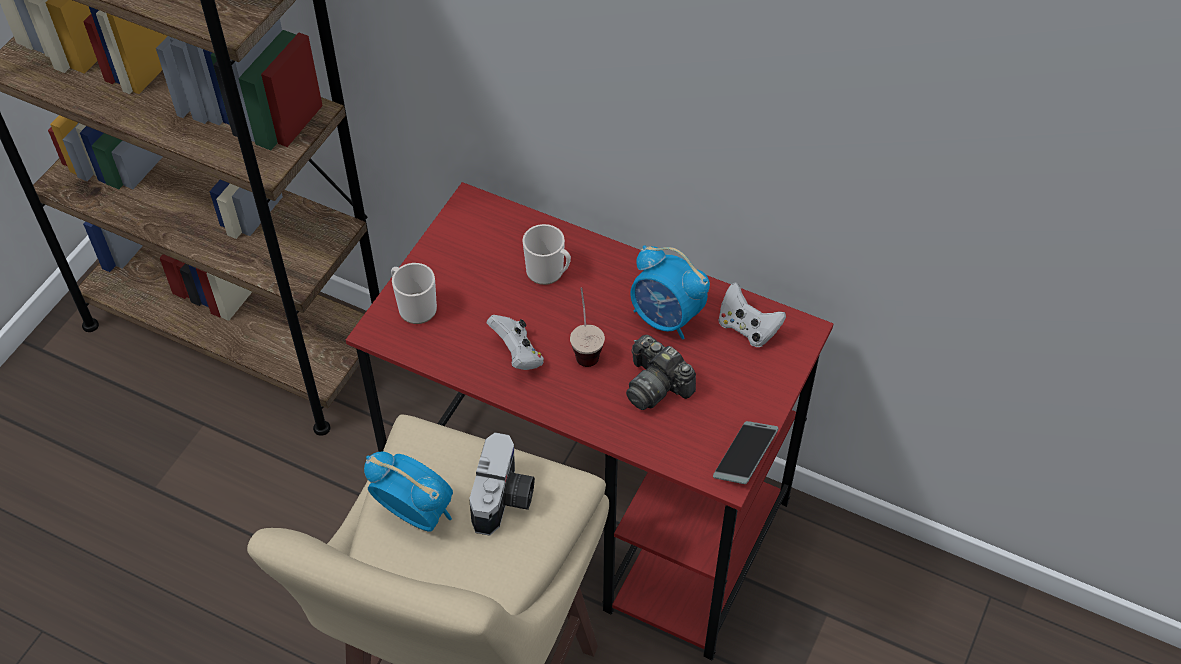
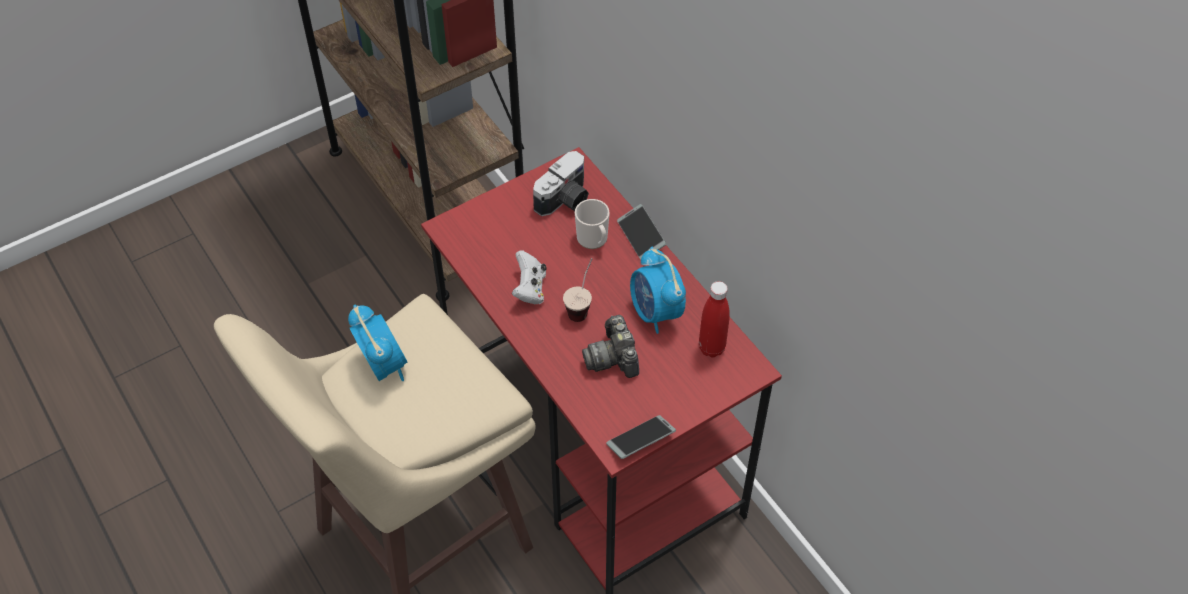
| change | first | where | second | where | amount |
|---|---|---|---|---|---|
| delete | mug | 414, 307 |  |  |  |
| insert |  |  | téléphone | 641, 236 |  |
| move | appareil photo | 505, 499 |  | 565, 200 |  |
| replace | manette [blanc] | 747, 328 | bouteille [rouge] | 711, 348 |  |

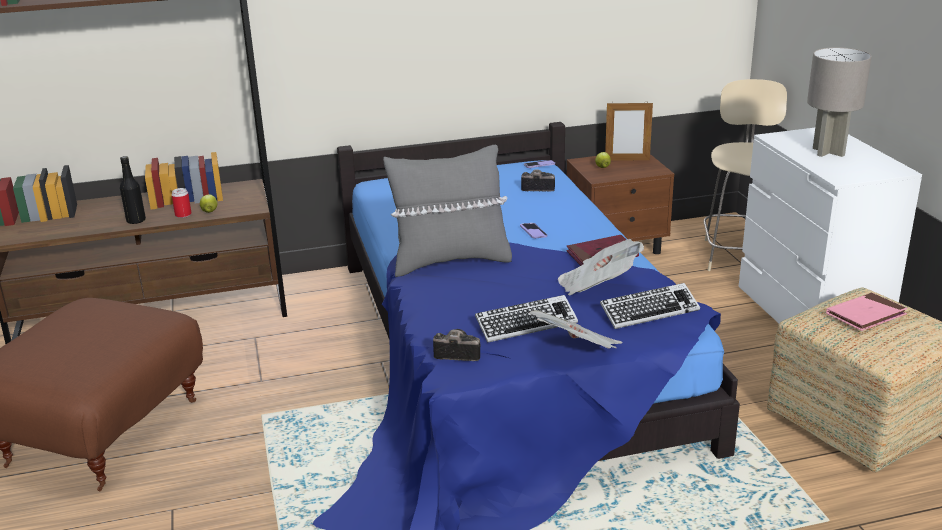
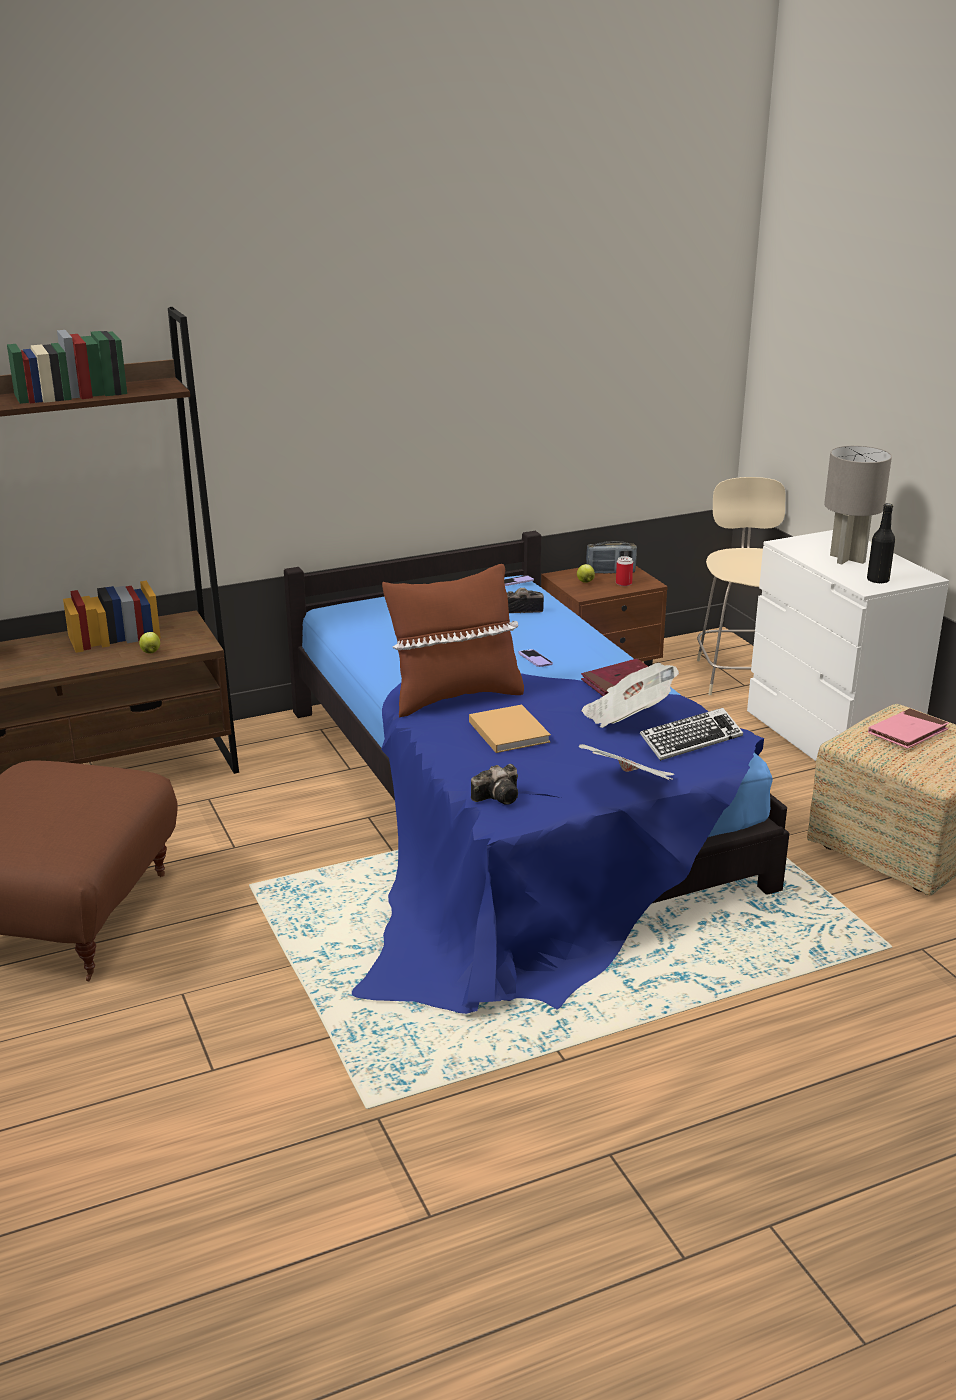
| change | first | where | second | where | amount |
|---|---|---|---|---|---|
| delete | clavier | 526, 324 |  |  |  |
| insert |  |  | livre [beige] | 508, 730 |  |
| move | bouteille [noir] | 136, 221 |  | 878, 580 |  |
| move | boîte métallique | 183, 215 |  | 623, 583 |  |
| replace | cadre photo | 627, 160 | radio | 610, 572 |  |
| recolor | coussin [gris] | 450, 261 | coussin [marron] | 454, 697 |  |
| rotate | appareil photo | 455, 354 |  | 500, 796 | 150 degrees clockwise |

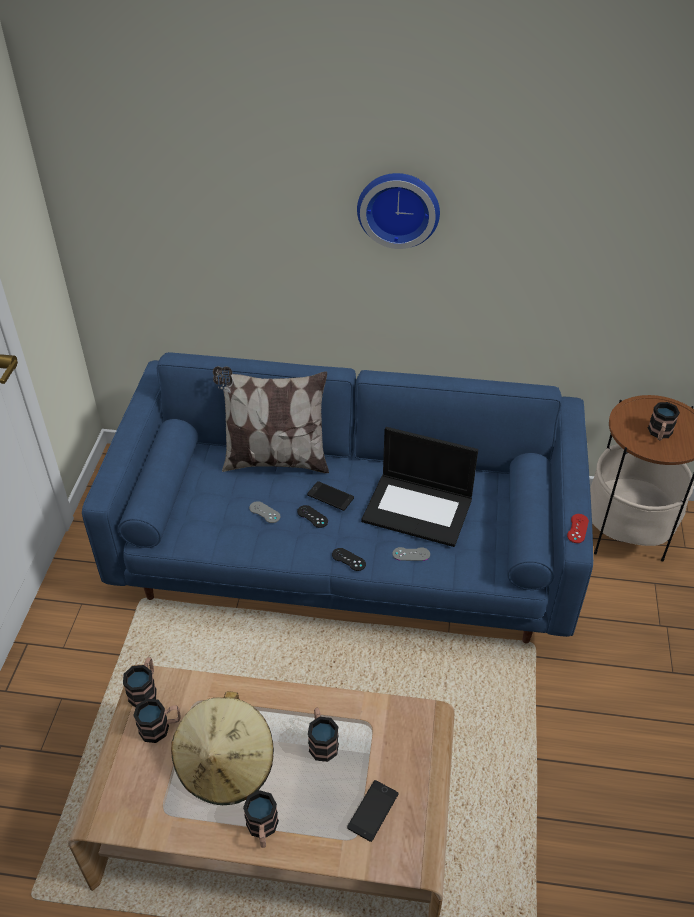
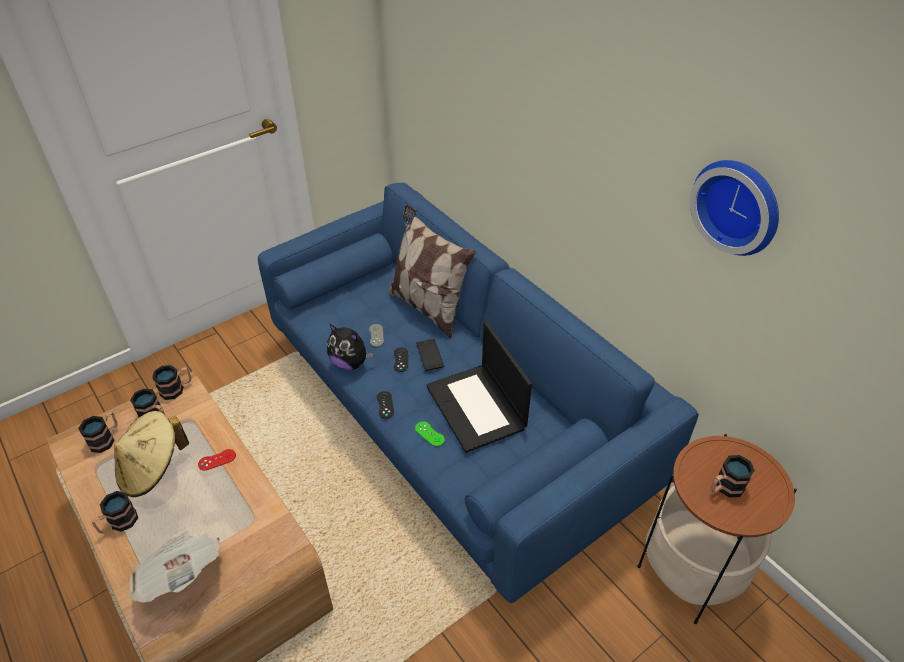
| change | first | where | second | where | amount |
|---|---|---|---|---|---|
| insert |  |  | peluche | 350, 363 |  |
| move | mug | 322, 741 |  | 106, 439 |  |
| move | horloge murale | 399, 208 |  | 738, 205 |  |
| move | manette [rouge] | 577, 528 |  | 217, 460 |  |
| replace | téléphone | 373, 810 | journal | 181, 574 |  |
| recolor | manette [gris] | 411, 554 | manette [vert] | 429, 434 |  |

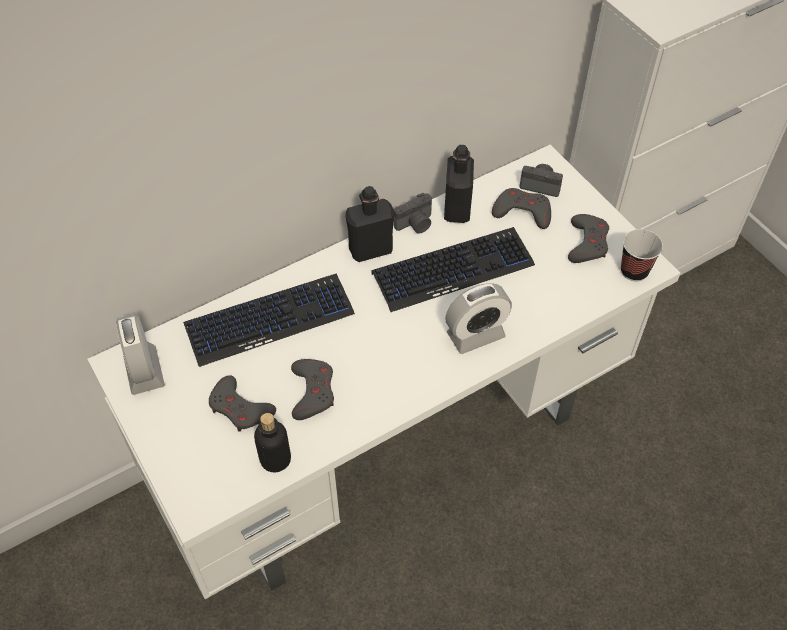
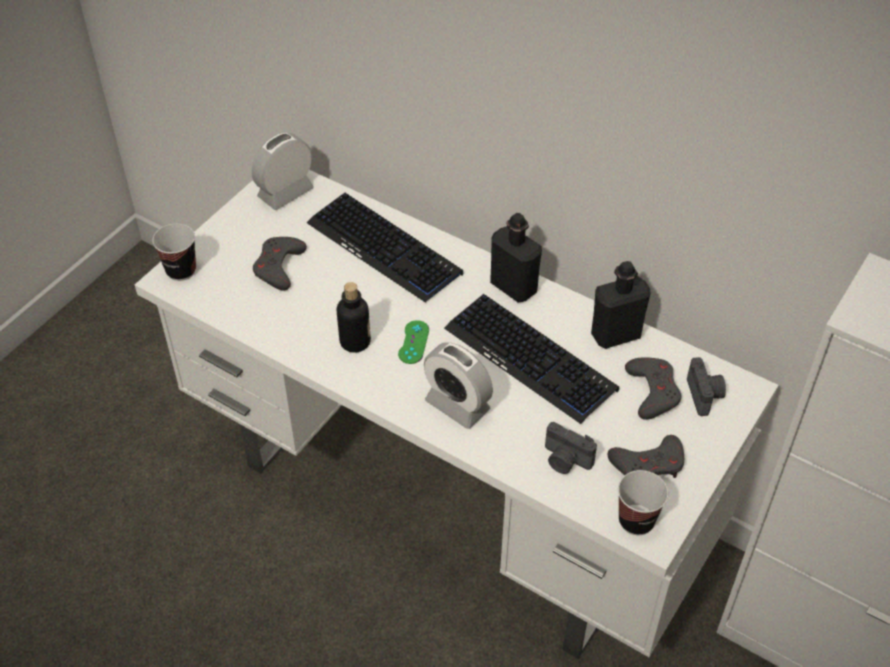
| change | first | where | second | where | amount |
|---|---|---|---|---|---|
| delete | manette [gris] | 312, 391 |  |  |  |
| insert |  |  | tasse | 181, 270 |  |
| insert |  |  | manette [vert] | 413, 342 |  |
| move | bouteille | 275, 459 |  | 355, 342 |  |
| move | appareil photo | 415, 224 |  | 565, 460 |  |

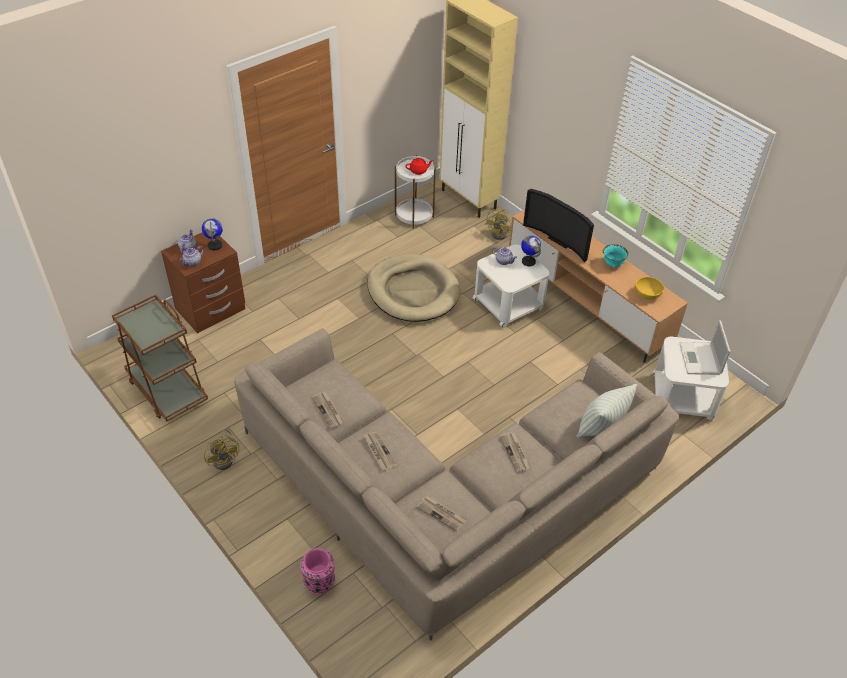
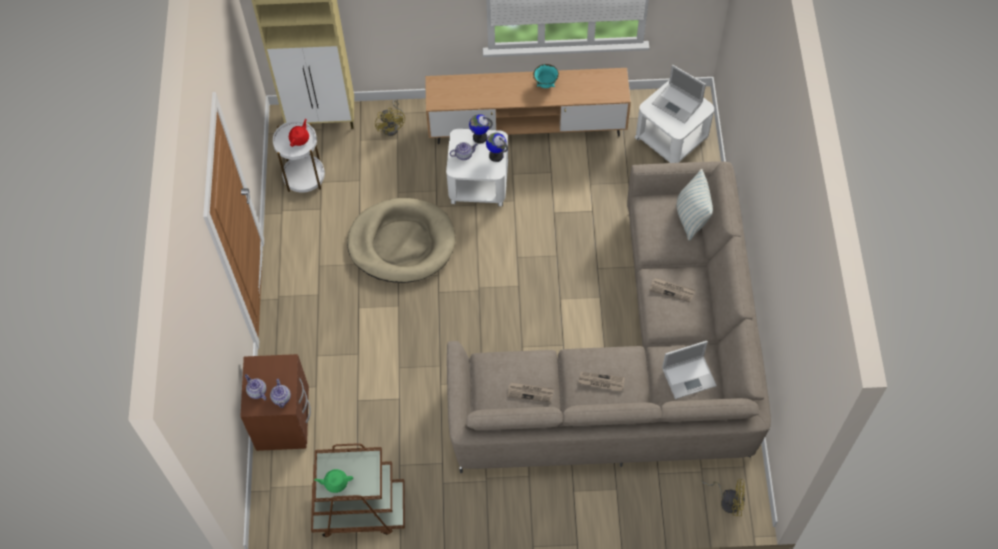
| change | first | where | second | where | amount |
|---|---|---|---|---|---|
| delete | vase [rose] | 319, 582 |  |  |  |
| delete | téléviseur | 560, 240 |  |  |  |
| delete | bol [jaune] | 647, 294 |  |  |  |
| insert |  |  | théière [vert] | 335, 483 |  |
| move | globe | 215, 245 |  | 496, 155 |  |
| move | ventilateur [jaune] | 225, 459 |  | 727, 500 |  |
| replace | journal | 442, 514 | ordinateur portable | 690, 376 |  |

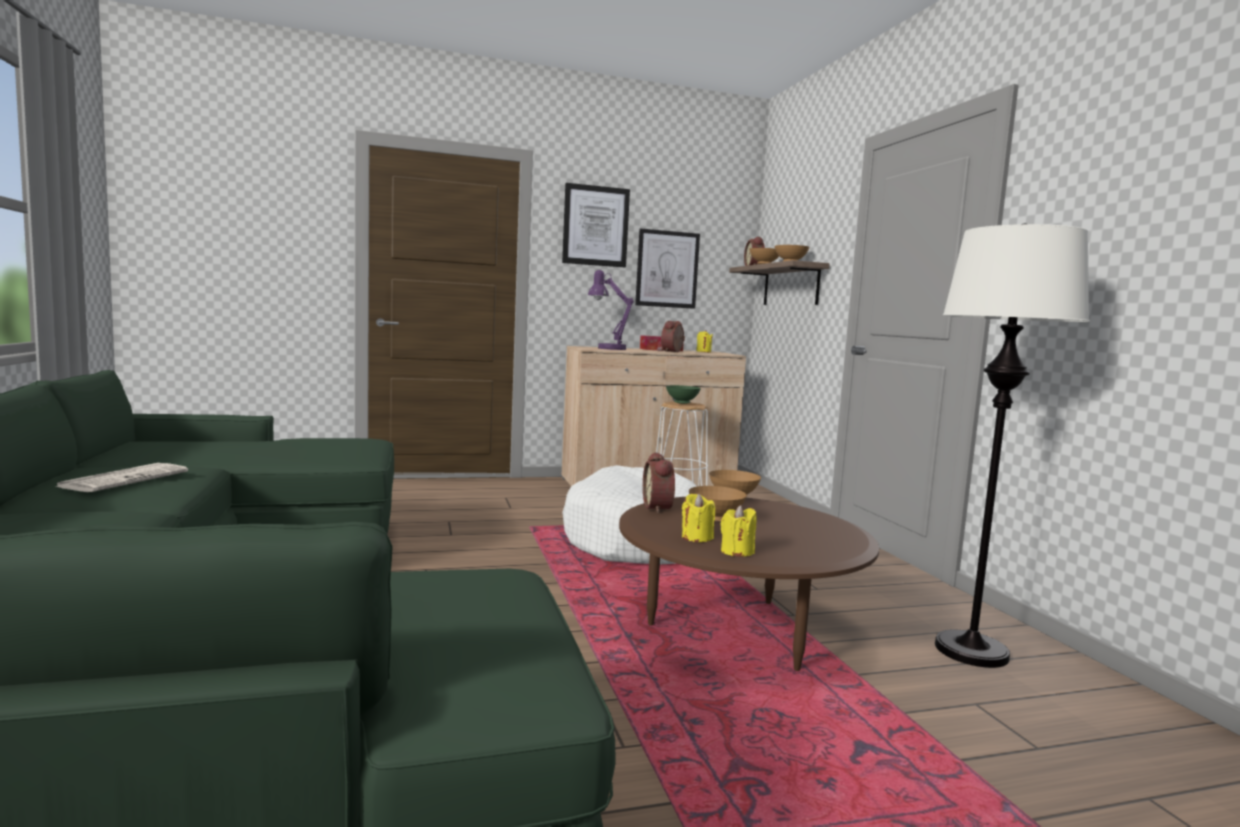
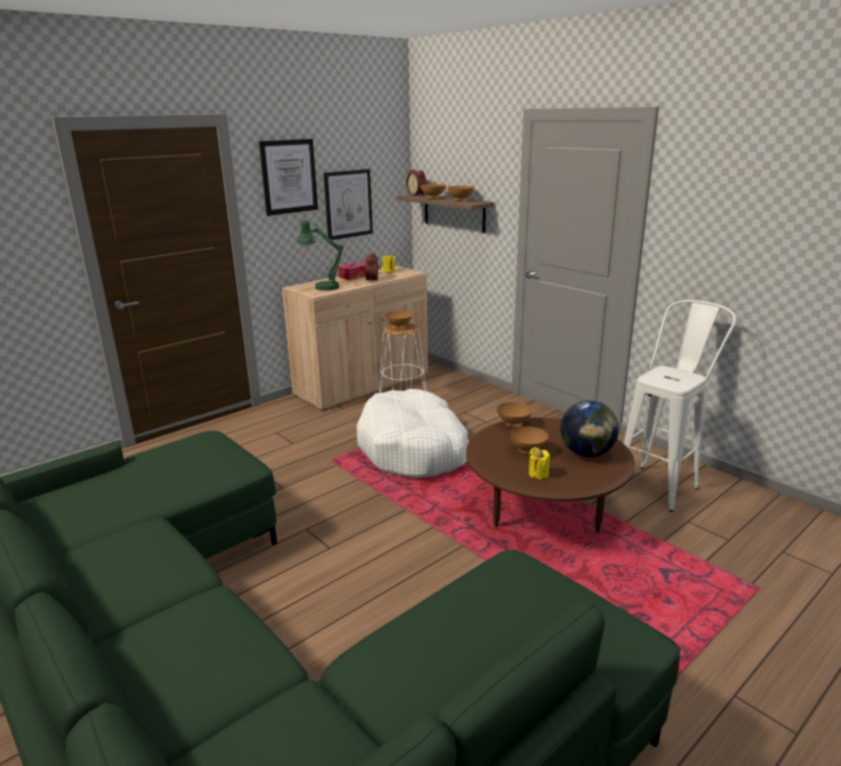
| change | first | where | second | where | amount |
|---|---|---|---|---|---|
| delete | journal | 125, 479 |  |  |  |
| delete | réveil | 660, 508 |  |  |  |
| delete | bougie [jaune] | 737, 552 |  |  |  |
| insert |  |  | globe | 587, 453 |  |
| replace | lampadaire [blanc] | 972, 651 | tabouret [blanc] | 662, 483 |  |
| recolor | lampe de table [violet] | 607, 348 | lampe de table [vert] | 322, 287 |  |
| recolor | bol [vert] | 682, 403 | bol [marron] | 399, 327 |  |

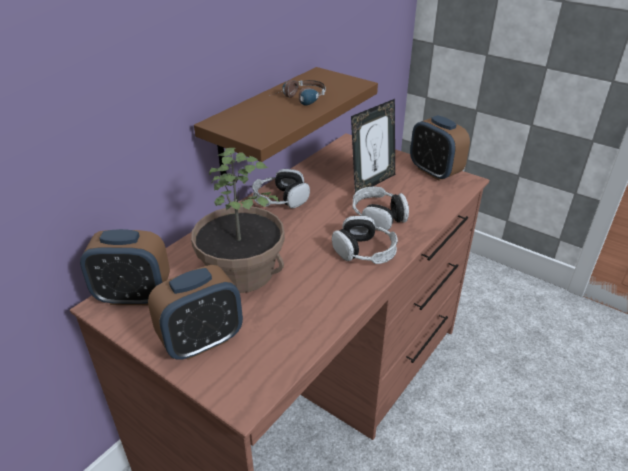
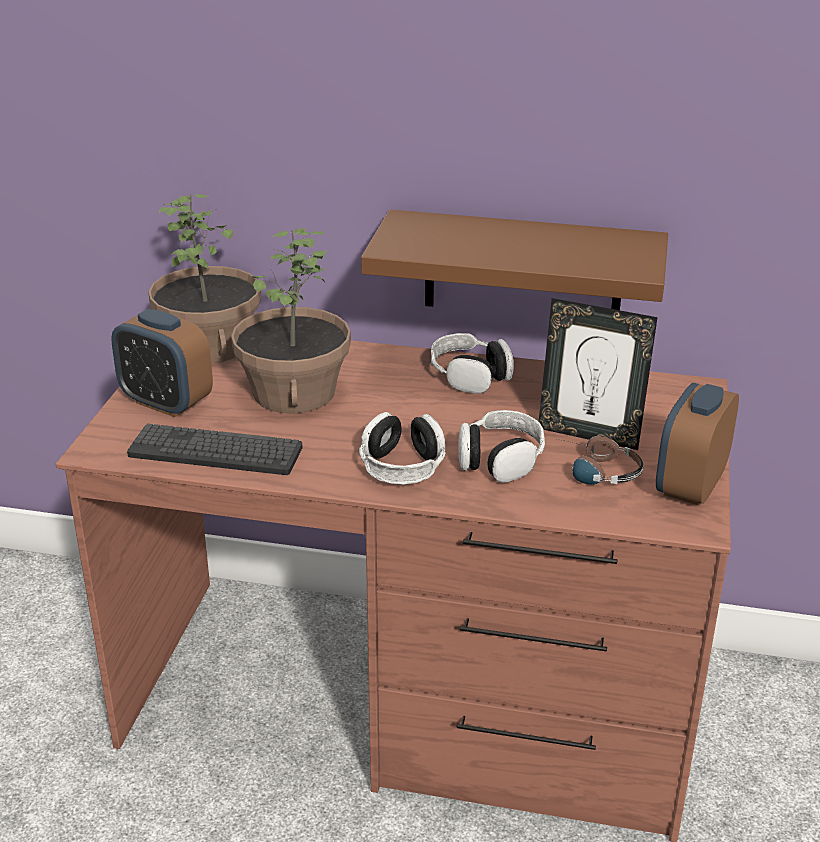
| change | first | where | second | where | amount |
|---|---|---|---|---|---|
| insert |  |  | clavier | 215, 451 |  |
| move | casque audio | 299, 100 |  | 593, 471 |  |
| replace | réveil | 134, 296 | plante en pot | 211, 345 |  |

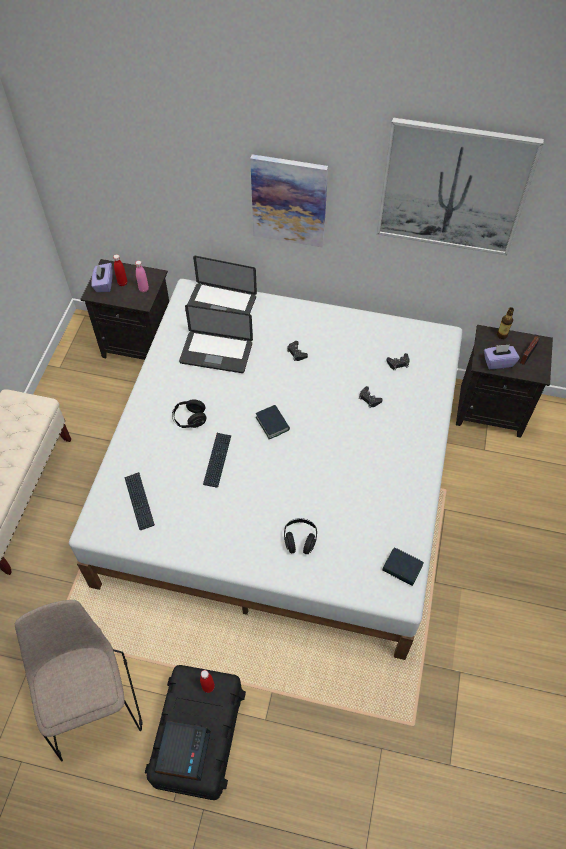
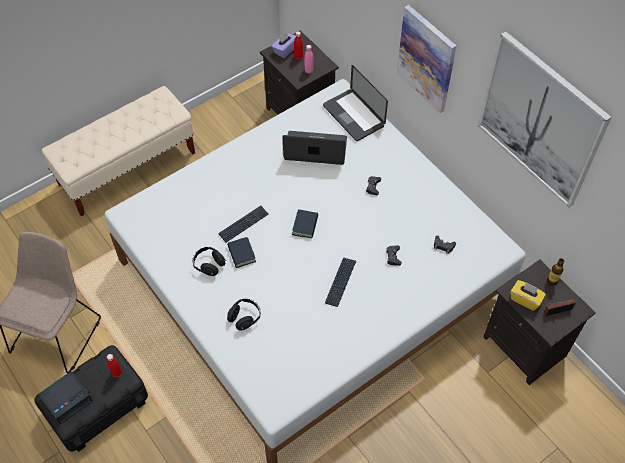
| change | first | where | second | where | amount |
|---|---|---|---|---|---|
| move | clavier | 139, 501 |  | 340, 282 |  |
| move | casque audio [noir] | 190, 419 |  | 209, 265 |  |
| move | livre | 402, 568 |  | 241, 254 |  |
| recolor | boîte à mouchoirs [violet] | 498, 362 | boîte à mouchoirs [jaune] | 525, 299 |  |
| rotate | ordinateur portable | 216, 353 |  | 315, 149 | 135 degrees clockwise |

